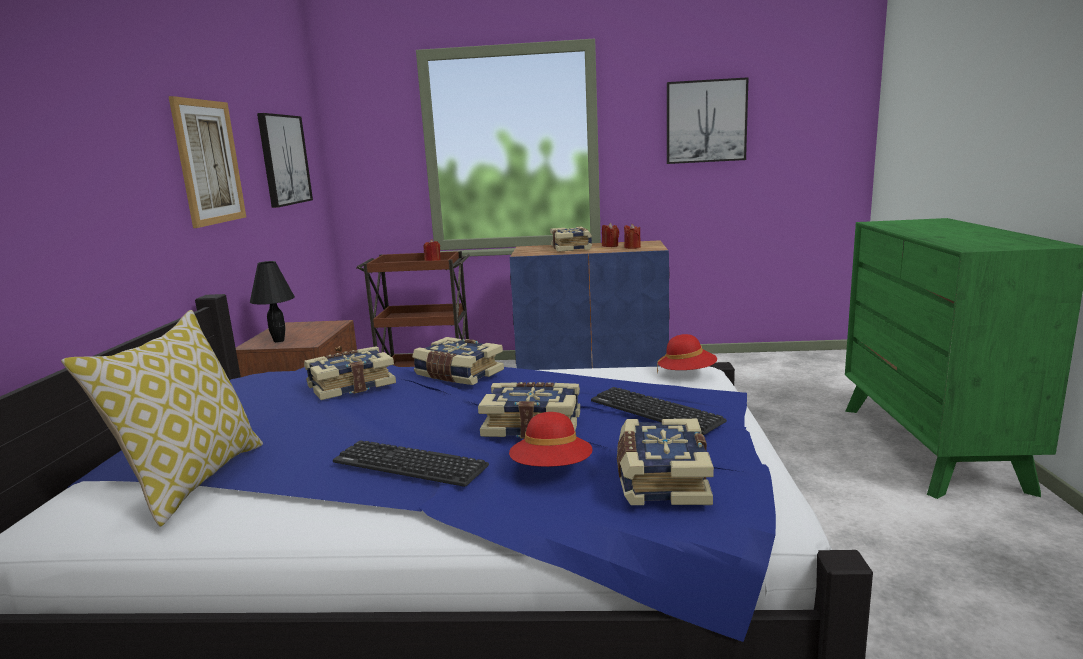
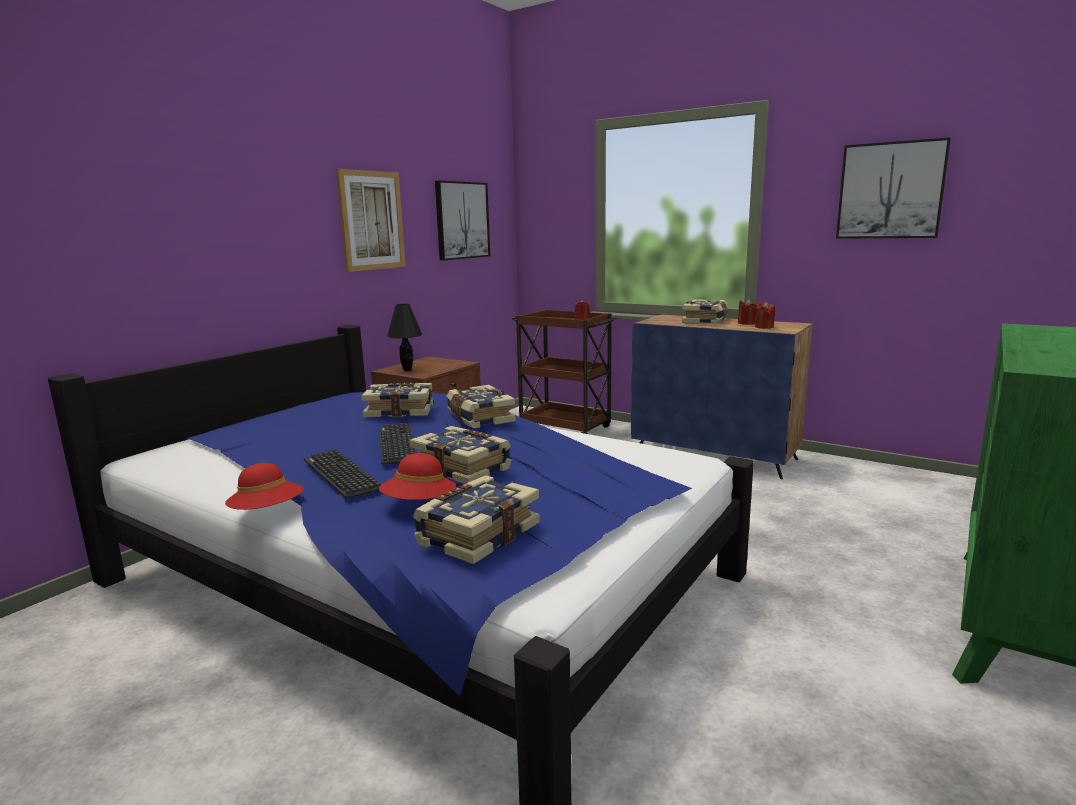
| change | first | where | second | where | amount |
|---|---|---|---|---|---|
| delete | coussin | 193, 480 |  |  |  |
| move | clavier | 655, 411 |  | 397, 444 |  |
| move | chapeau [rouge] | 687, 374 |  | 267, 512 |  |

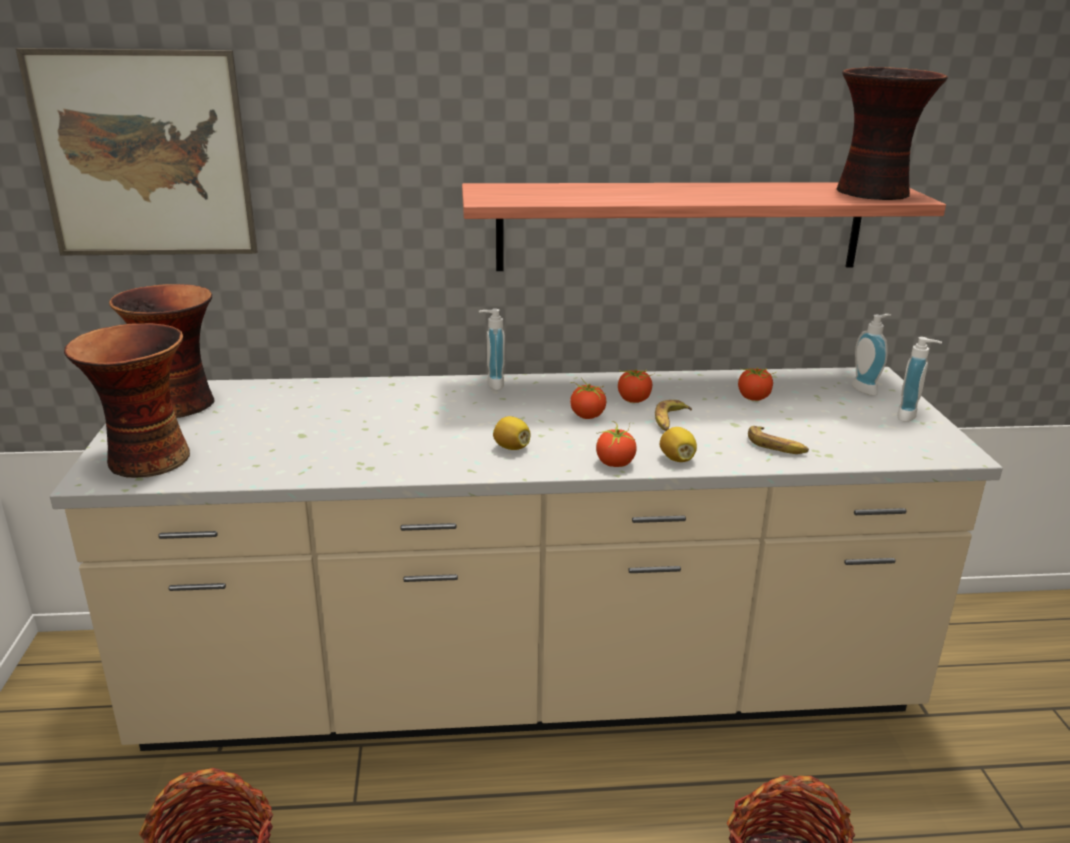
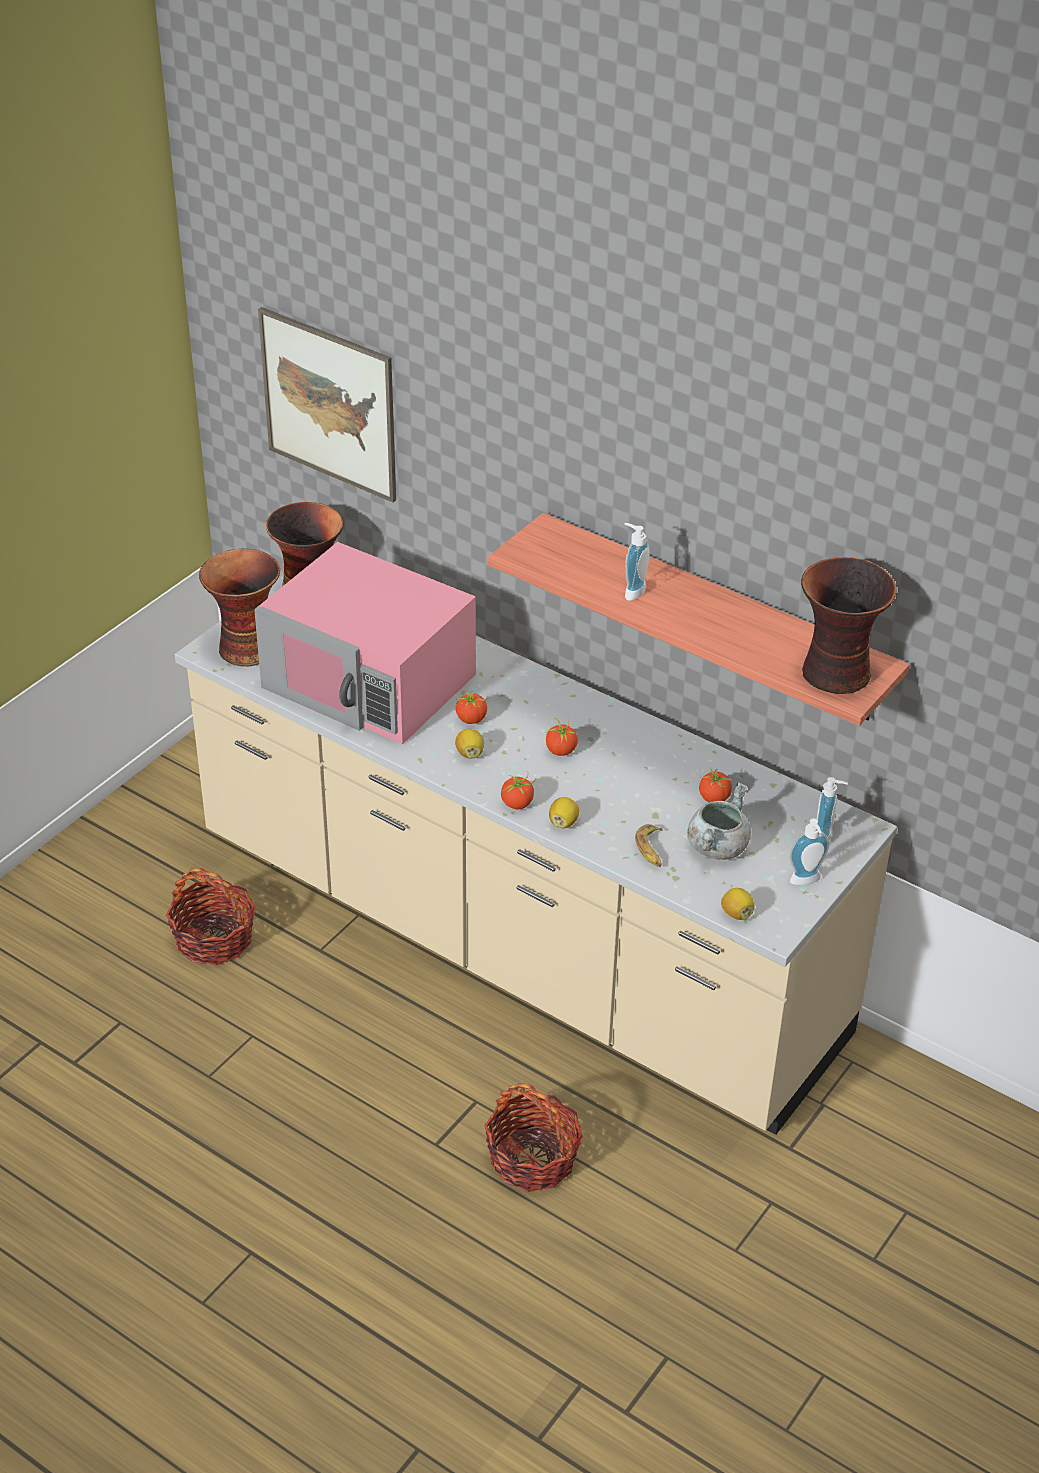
| change | first | where | second | where | amount |
|---|---|---|---|---|---|
| delete | banane | 670, 421 |  |  |  |
| insert |  |  | micro-ondes [rose] | 370, 681 |  |
| insert |  |  | marmite [gris] | 717, 846 |  |
| insert |  |  | citron | 736, 913 |  |
| move | distributeur de savon | 491, 384 |  | 631, 591 |  |
| move | tomate | 634, 400 |  | 471, 719 |  |

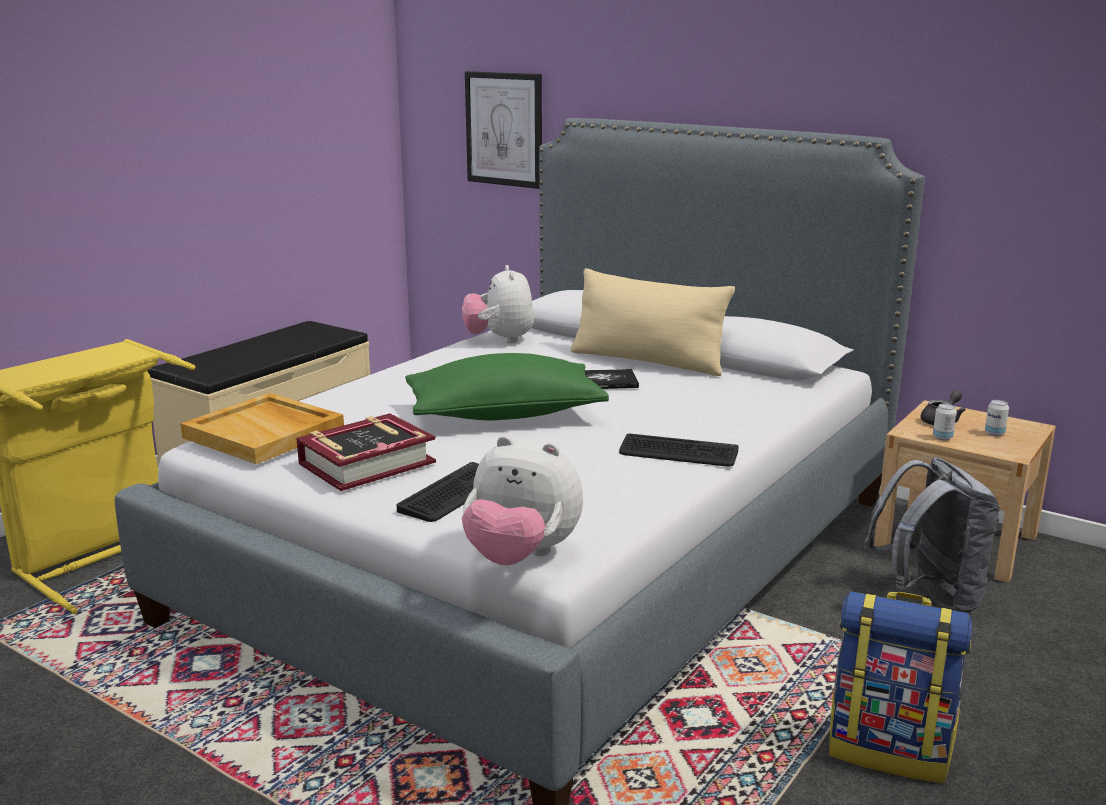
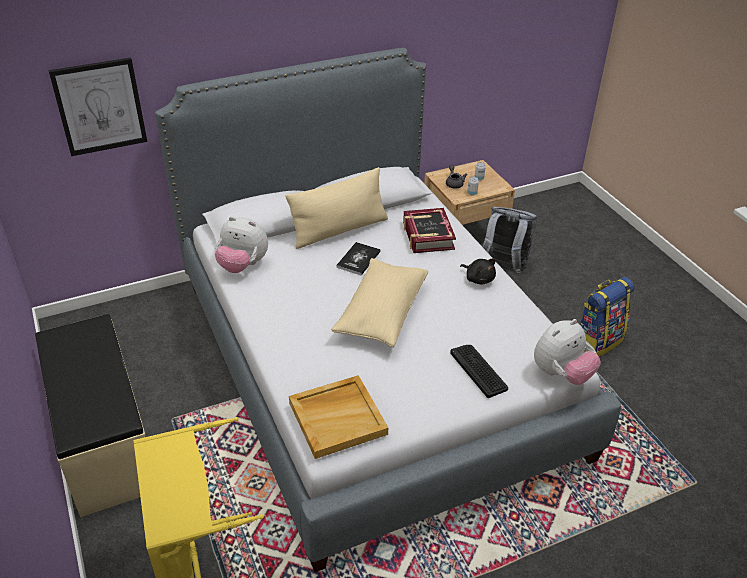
| change | first | where | second | where | amount |
|---|---|---|---|---|---|
| move | livre | 366, 463 |  | 427, 236 |  |
| replace | clavier | 678, 452 | peluche [noir] | 478, 278 |  |
| recolor | coussin [vert] | 504, 414 | coussin [beige] | 381, 313 |  |

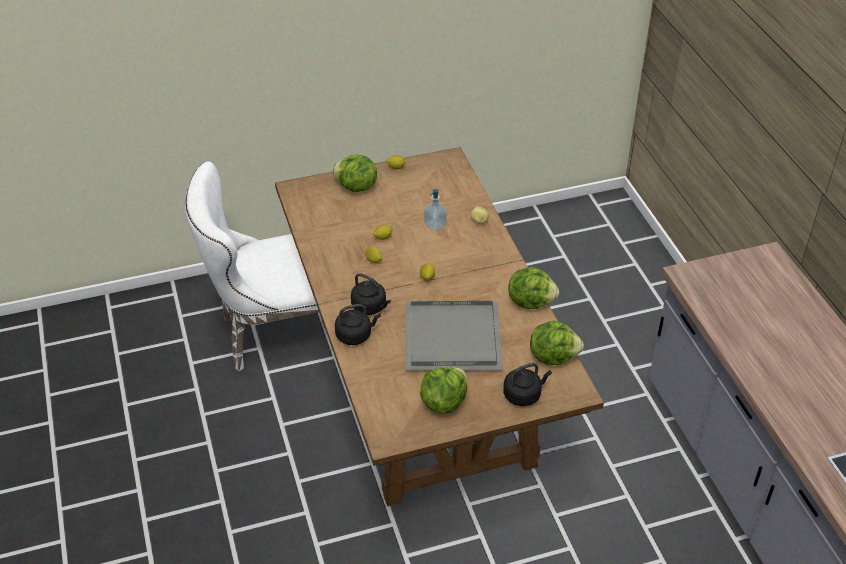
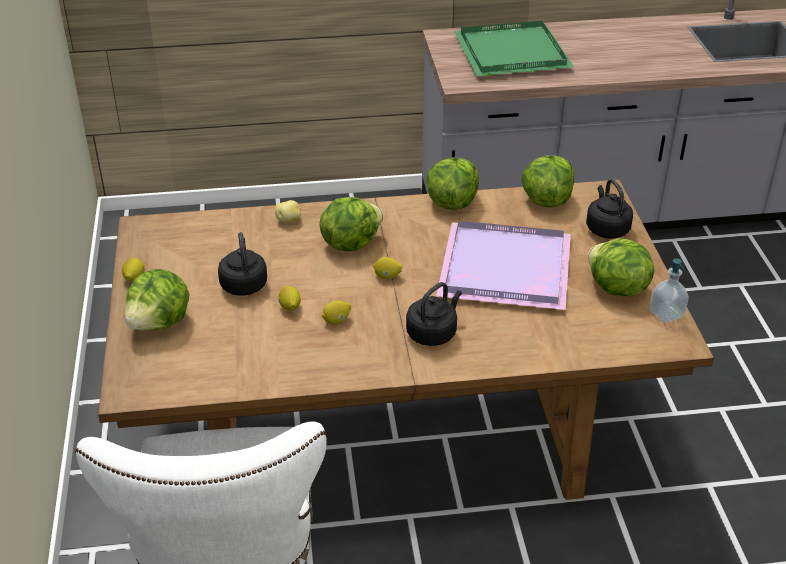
| change | first | where | second | where | amount |
|---|---|---|---|---|---|
| insert |  |  | laitue | 350, 243 |  |
| insert |  |  | plateau [vert] | 513, 52 |  |
| move | bouilloire [noir] | 355, 335 |  | 244, 283 |  |
| move | distributeur de savon | 435, 224 |  | 666, 314 |  |
| recolor | plateau [gris] | 450, 339 | plateau [violet] | 507, 270 |  |

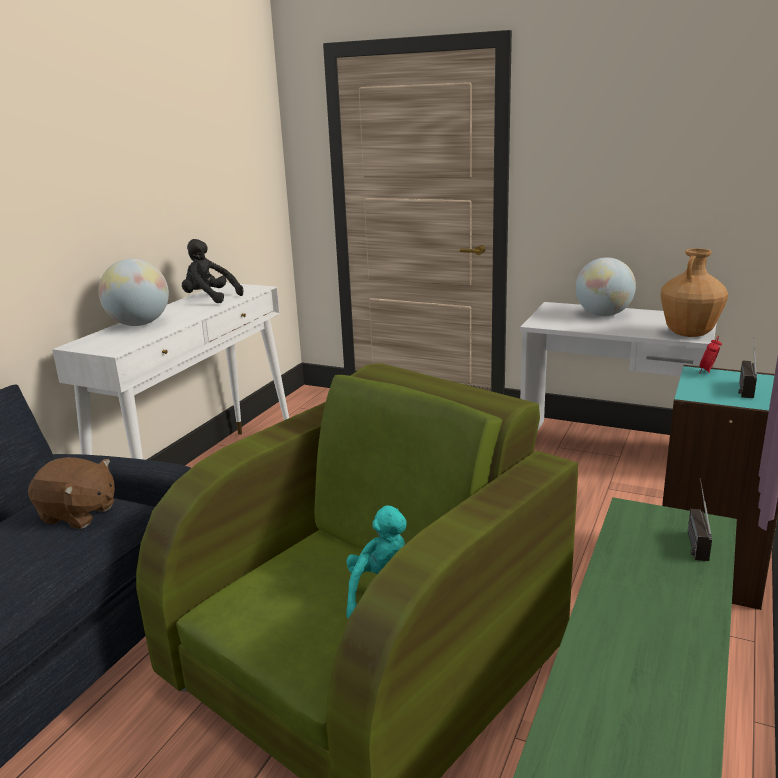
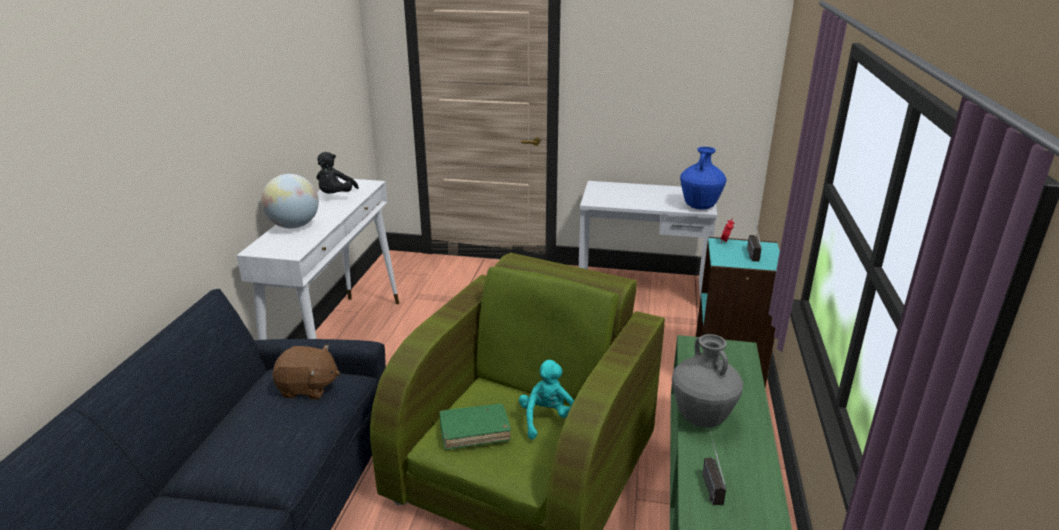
| change | first | where | second | where | amount |
|---|---|---|---|---|---|
| delete | globe | 603, 315 |  |  |  |
| insert |  |  | livre [vert] | 474, 431 |  |
| insert |  |  | vase [gris] | 701, 418 |  |
| move | radio | 694, 537 |  | 708, 480 |  |
| recolor | vase [marron] | 689, 334 | vase [bleu] | 699, 207 |  |
| rotate | peluche [noir] | 209, 298 |  | 336, 196 | 90 degrees counterclockwise |

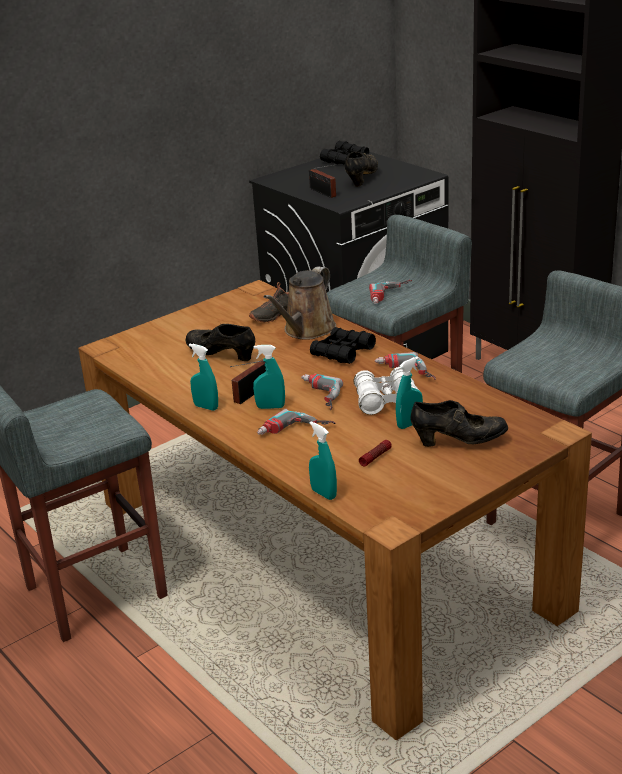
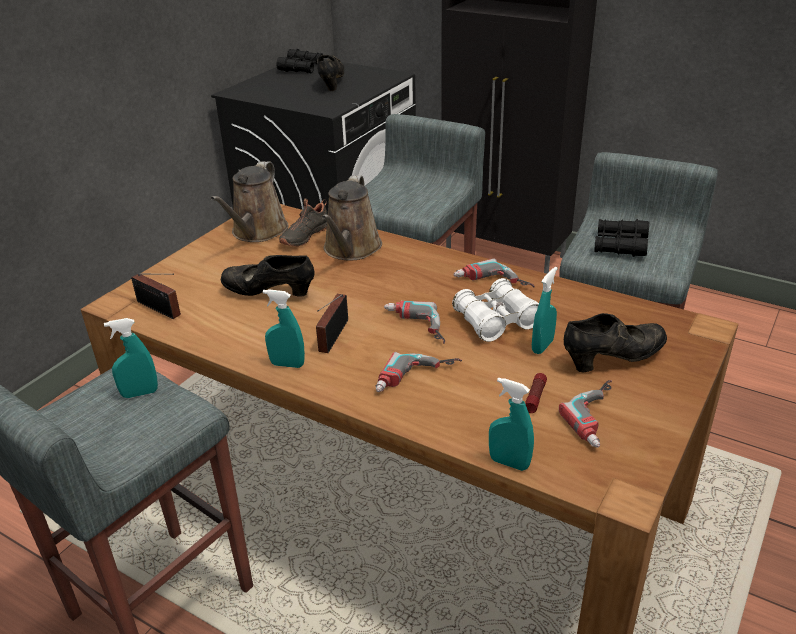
| change | first | where | second | where | amount |
|---|---|---|---|---|---|
| insert |  |  | arrosoir [marron] | 257, 232 |  |
| move | vaporisateur [turquoise] | 270, 407 |  | 140, 393 |  |
| move | radio | 323, 193 |  | 160, 309 |  |
| move | jumelles [noir] | 342, 352 |  | 620, 245 |  |
| move | perceuse | 392, 295 |  | 601, 418 |  |

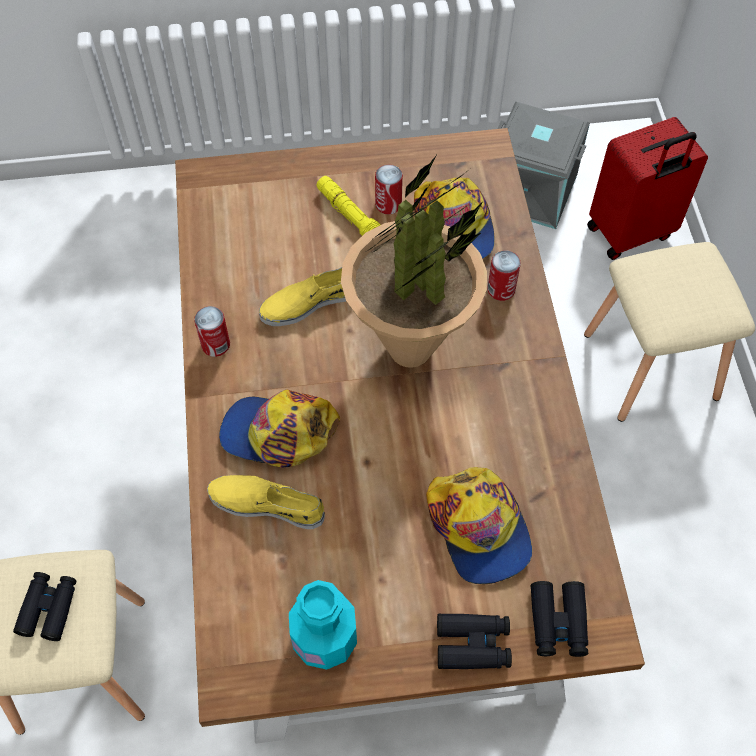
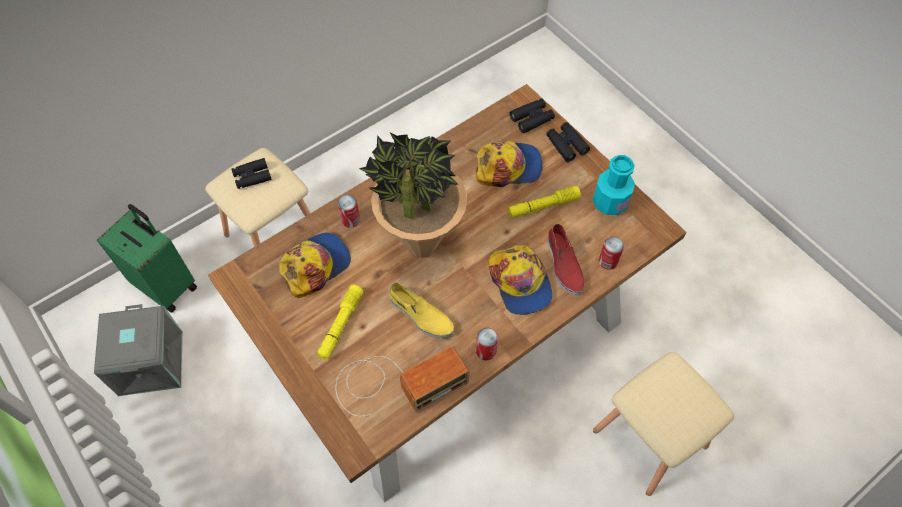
| change | first | where | second | where | amount |
|---|---|---|---|---|---|
| insert |  |  | radio | 396, 383 |  |
| insert |  |  | lampe de poche [jaune] | 543, 206 |  |
| move | jumelles [noir] | 48, 608 |  | 252, 177 |  |
| move | boîte métallique | 388, 204 |  | 608, 261 |  |
| recolor | chaussure [jaune] | 267, 504 | chaussure [rouge] | 563, 264 |  |
| recolor | valise [rouge] | 631, 233 | valise [vert] | 167, 285 |  |
| rotate | casquette | 478, 528 |  | 508, 167 | 45 degrees clockwise |

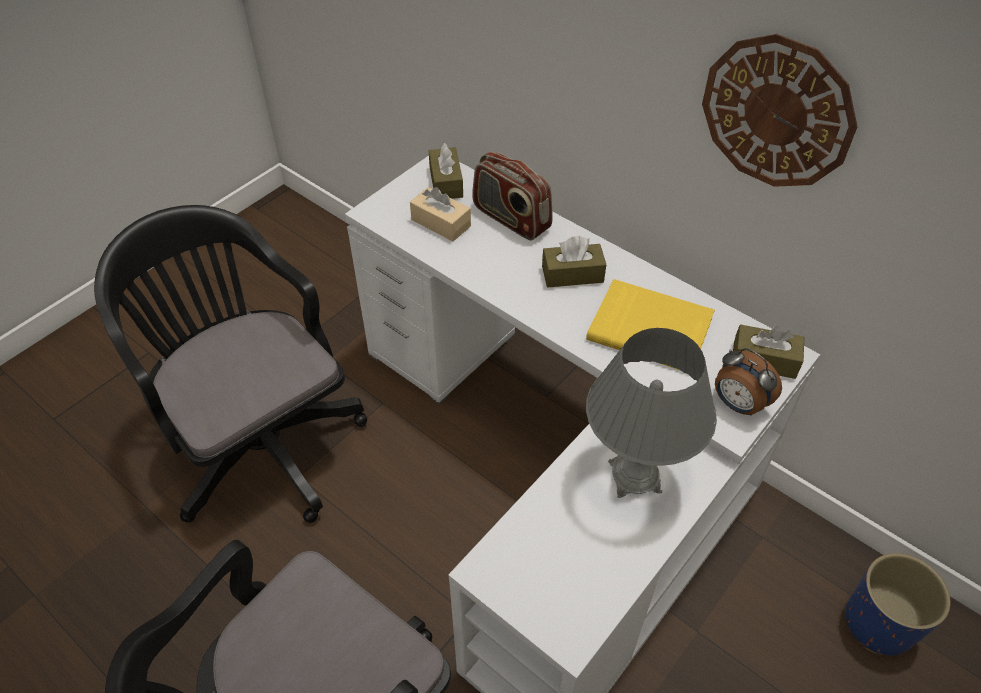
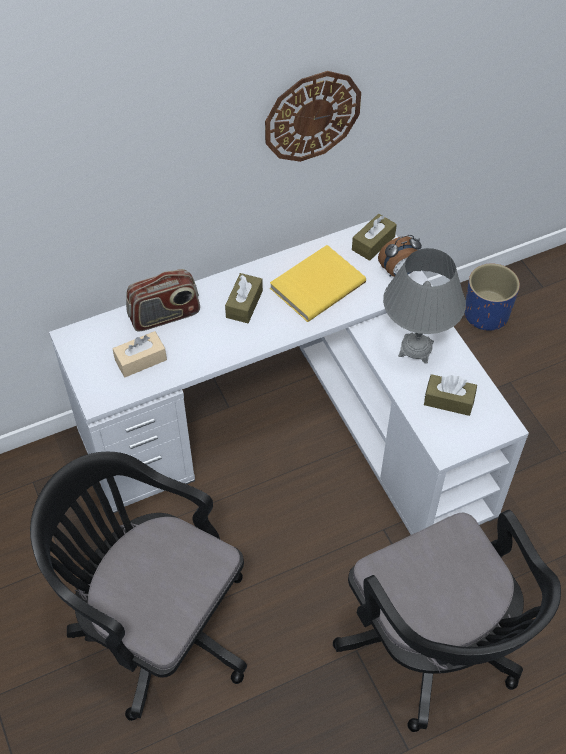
| change | first | where | second | where | amount |
|---|---|---|---|---|---|
| move | boîte à mouchoirs [marron] | 446, 182 |  | 449, 400 |  |
| rotate | chaise de bureau [noir] | 259, 441 |  | 155, 625 | 45 degrees clockwise |

